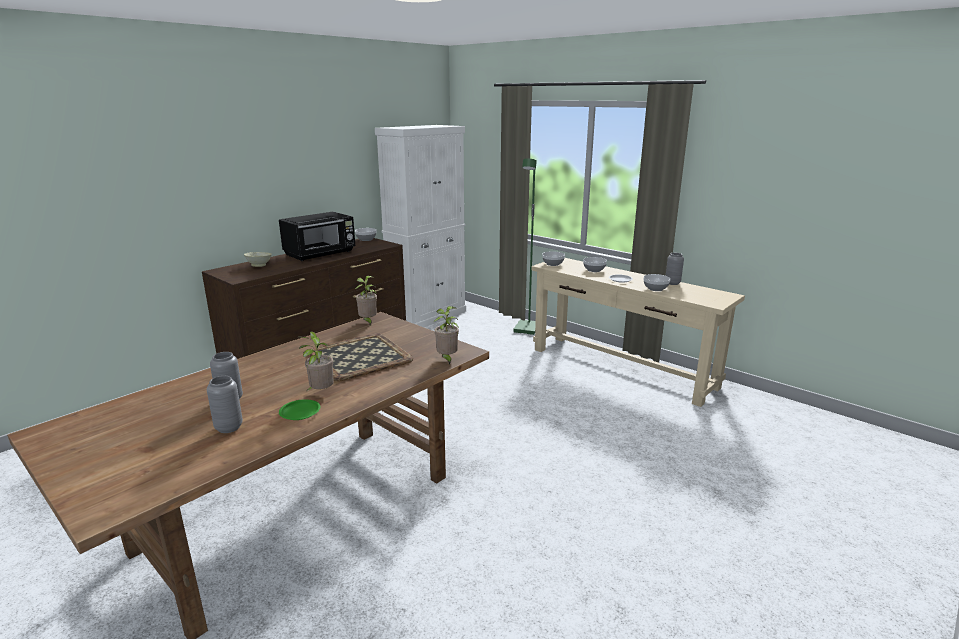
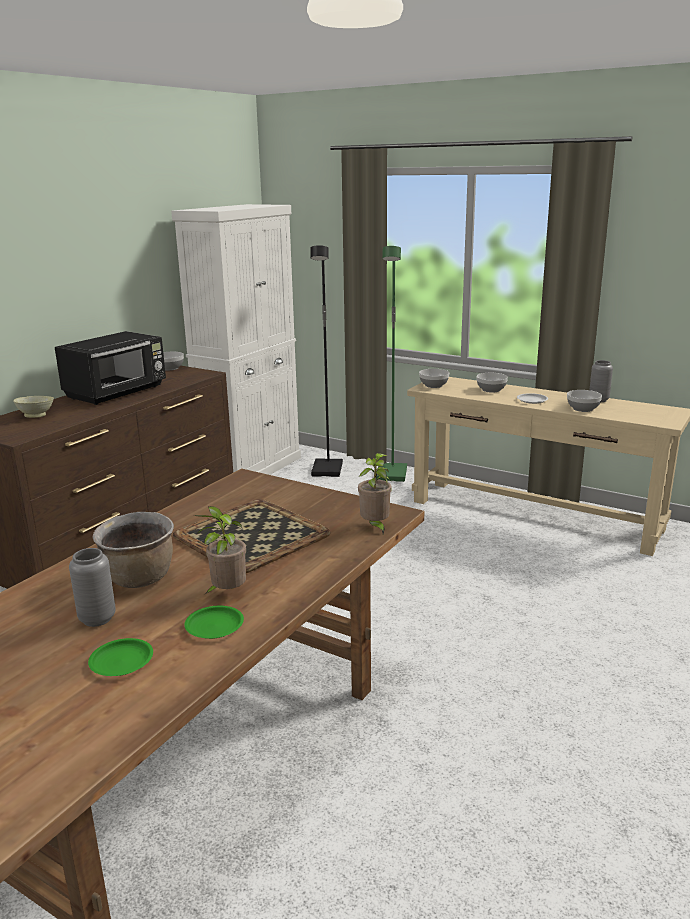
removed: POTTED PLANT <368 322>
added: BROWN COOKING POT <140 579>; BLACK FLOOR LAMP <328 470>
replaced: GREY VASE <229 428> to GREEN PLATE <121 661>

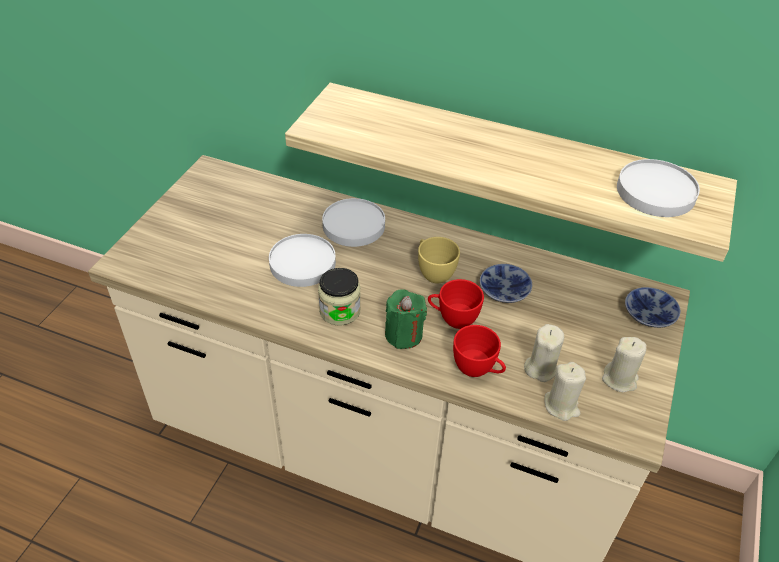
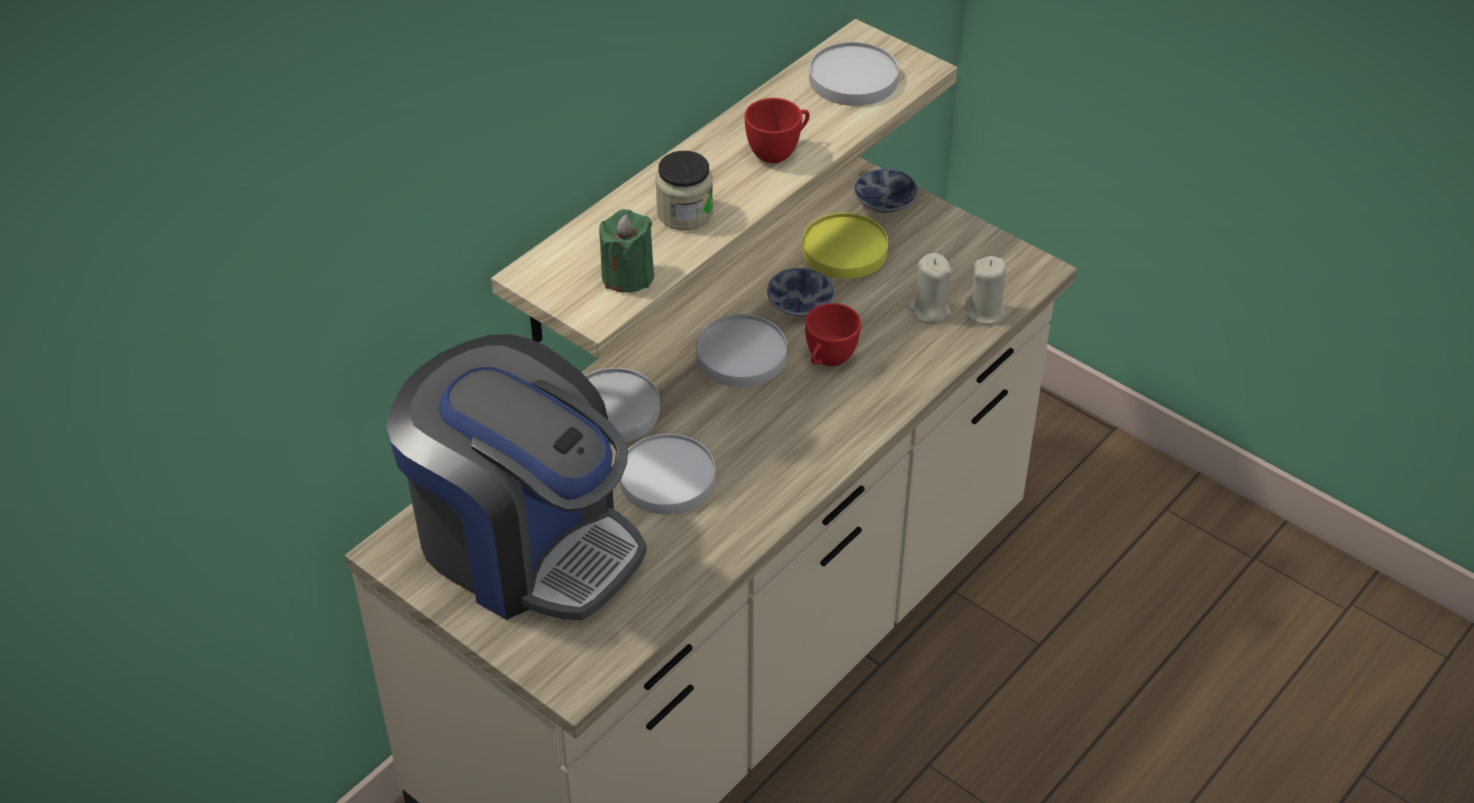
removed: BEIGE CANDLE <619 379>
added: COFFEE MACHINE <525 542>; YELLOW PLATE <844 250>
moved: JAR <340 311> to <685 213>; GREEN CANDLE <403 334> to <627 276>; RED CUP <477 370> to <778 151>
replaced: YELLOW CUP <433 272> to WHITE PLATE <741 355>

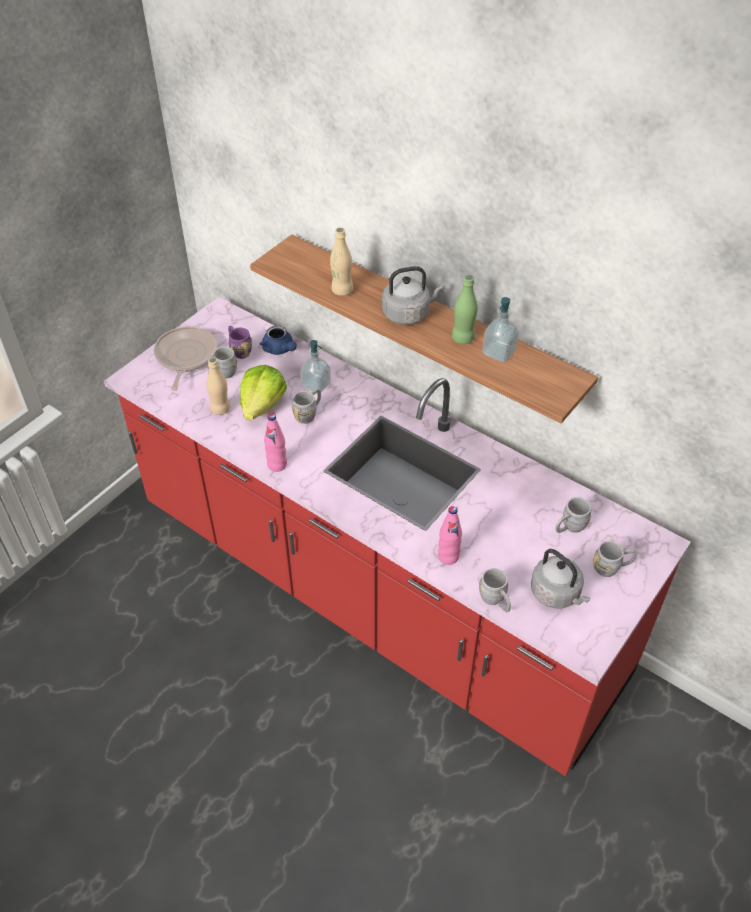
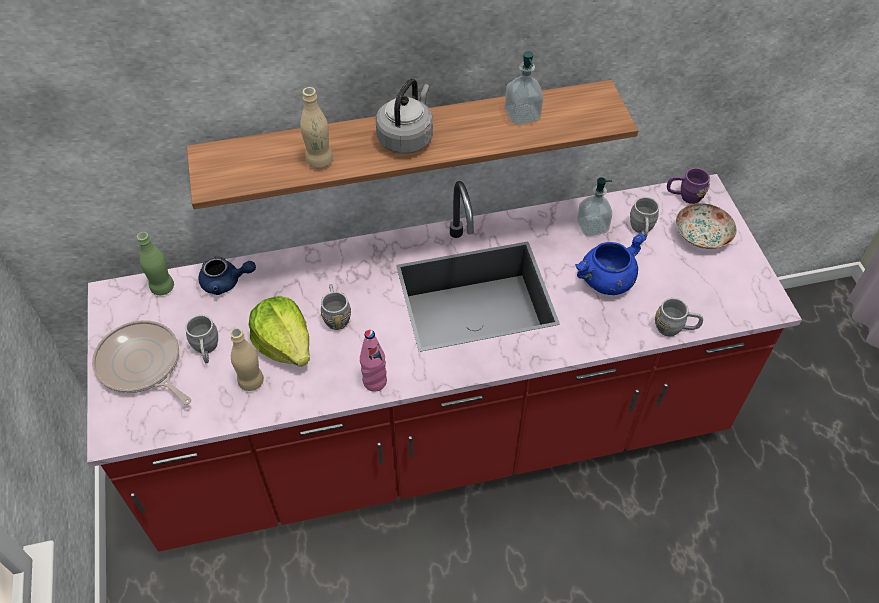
removed: PINK BOTTLE <448 556>; GREY KETTLE <557 594>
added: BLUE COOKING POT <606 281>
moved: PURPLE MUG <239 350> to <684 196>; SOAP DISPENSER <316 385> to <592 226>; GREEN BOTTLE <463 338> to <162 287>
replaced: GREY MUG <612 568> to PLATE <703 234>

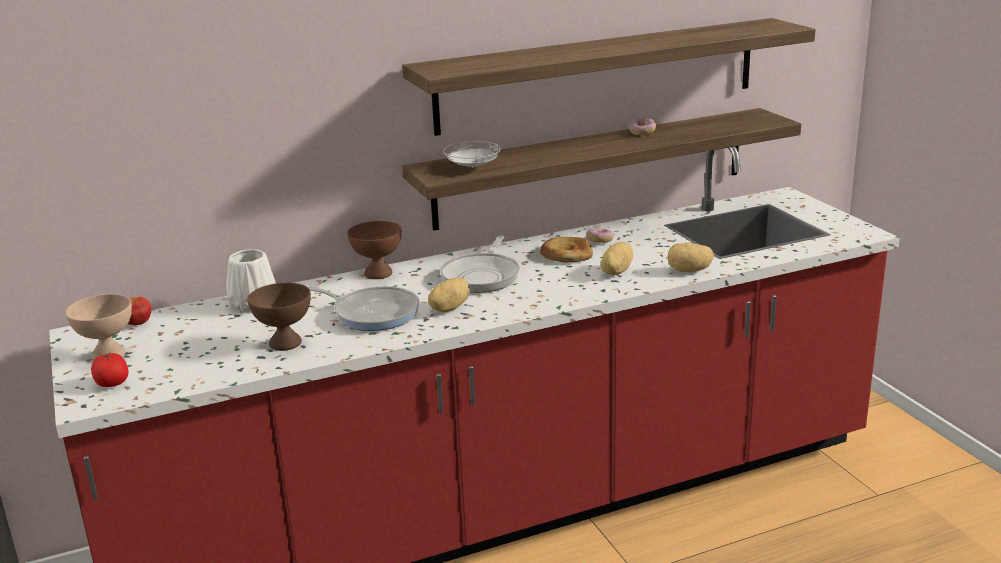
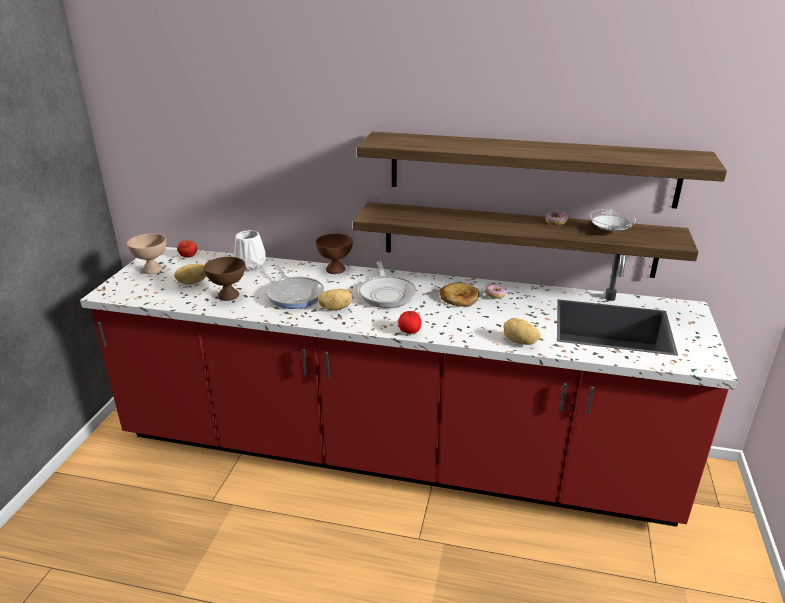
moved: TOMATO <112 383> to <409 331>; WHITE PLATE <472 167> to <610 231>; POTATO <615 272> to <193 282>
turned: FRYING PAN <482 276> = <387 293> 60 degrees counterclockwise

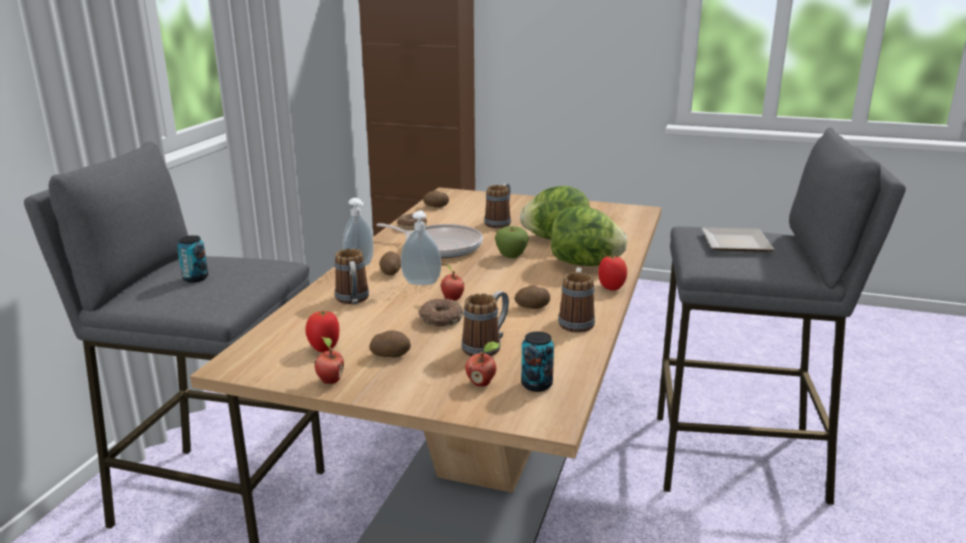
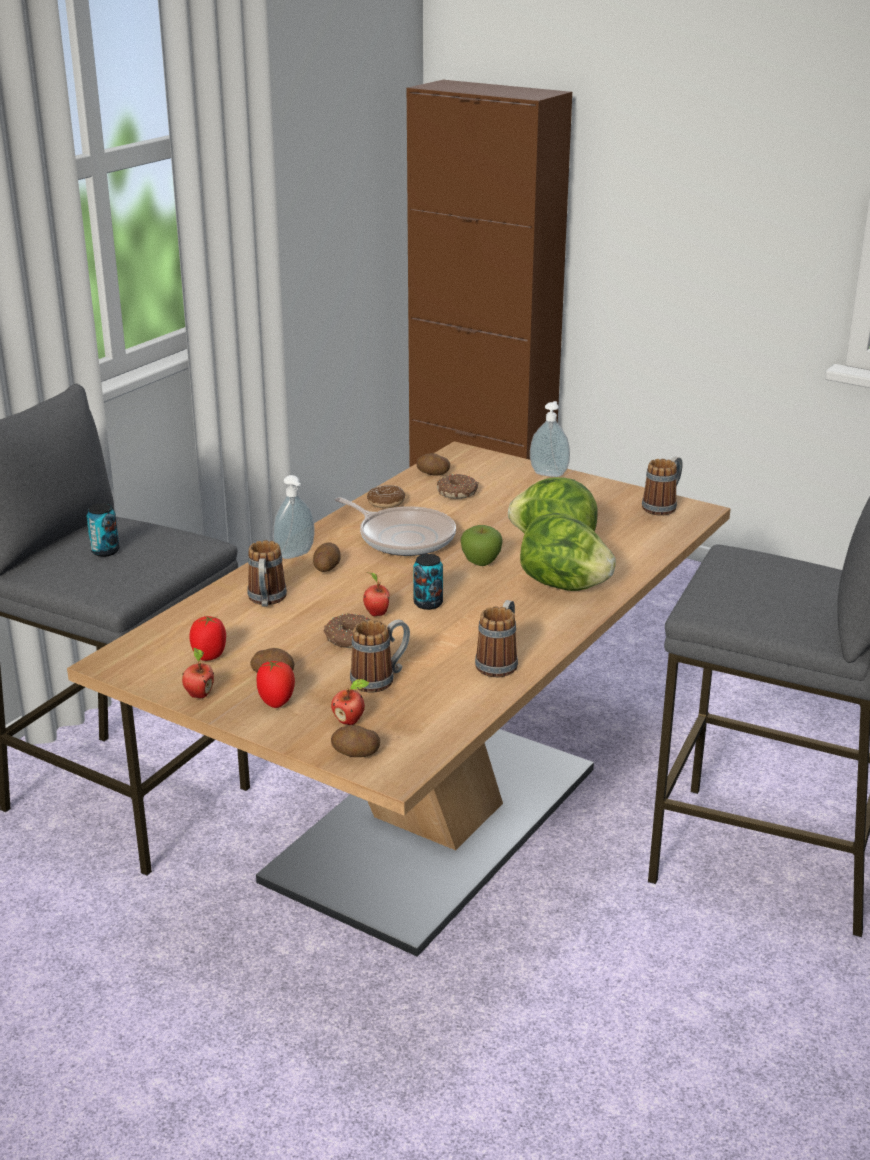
removed: PLATE <737 243>
added: DONUT <458 493>
moved: SOAP DISPENSER <422 282> to <549 473>; MUG <500 222> to <663 506>; POTATO <532 307> to <355 754>; CAN <536 385> to <428 603>; TOMATO <611 287> to <277 702>

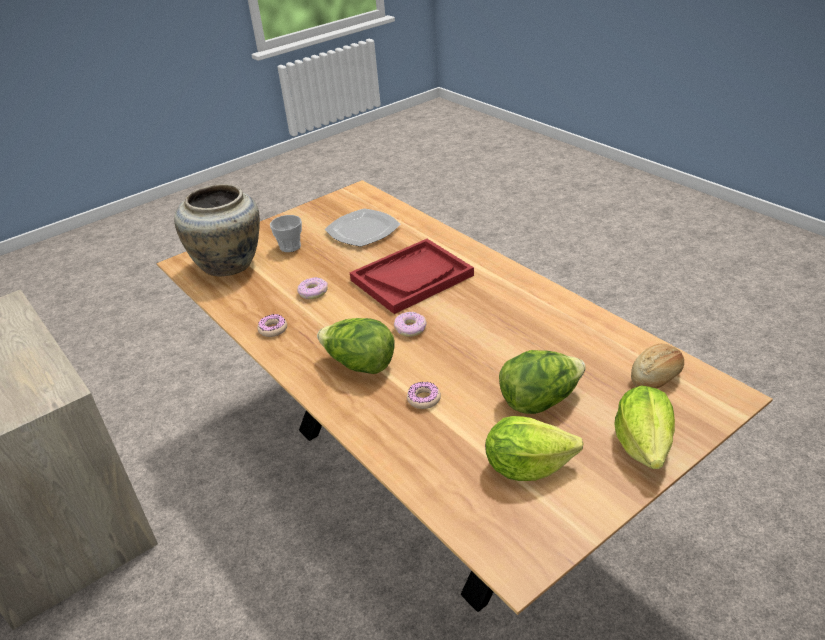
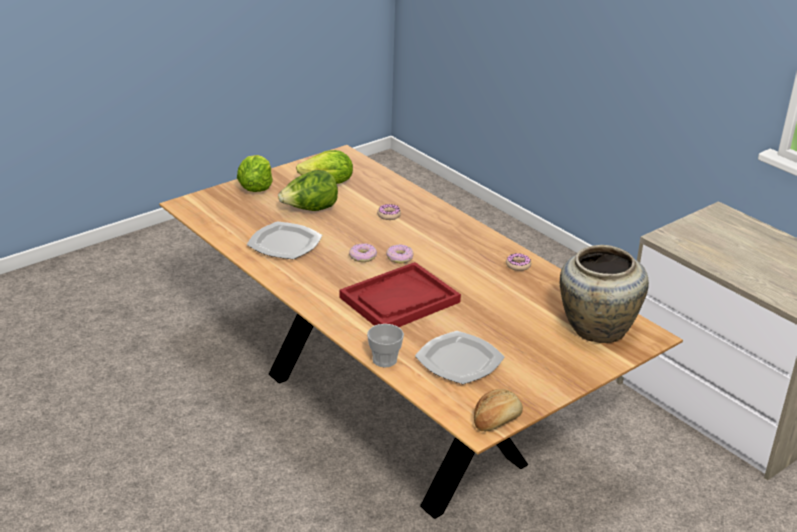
removed: LETTUCE <359 365>
added: PLATE <285 243>
moved: CUP <290 246> to <384 360>; DONUT <313 292> to <363 257>; BREAD <657 377> to <496 420>

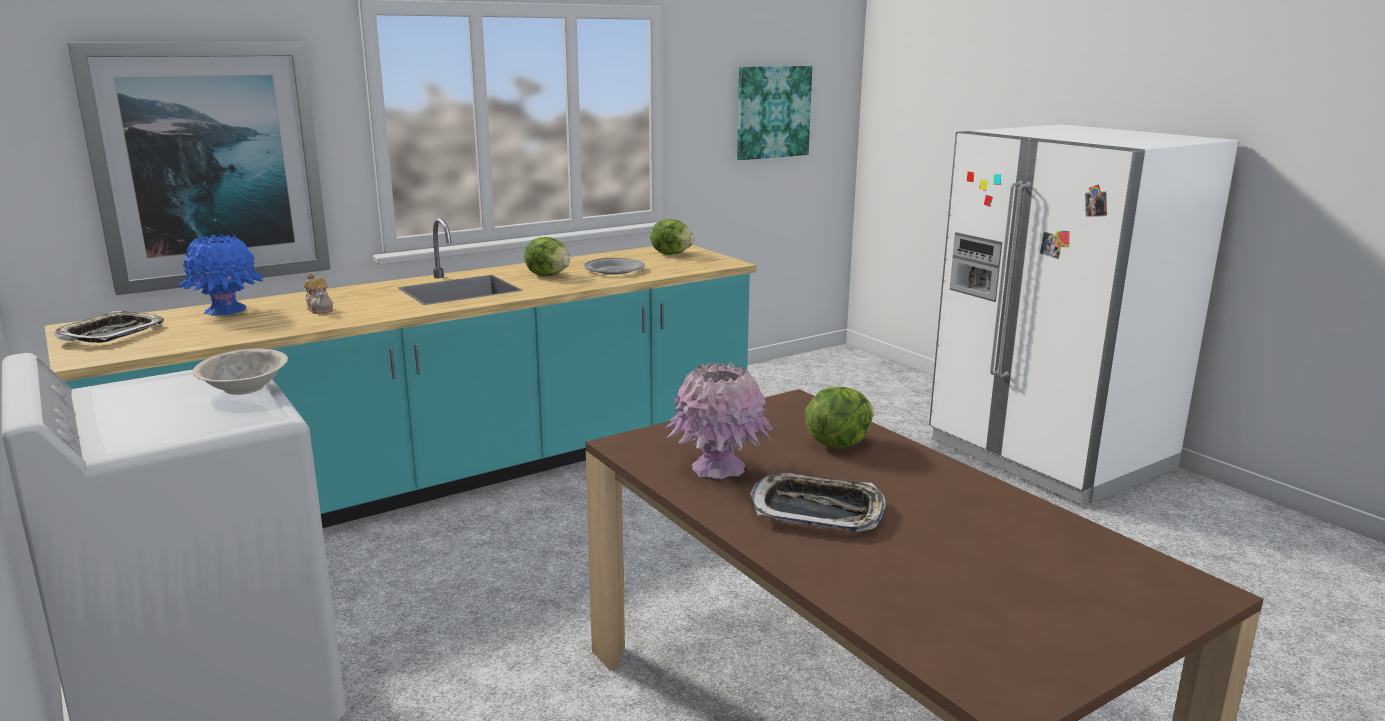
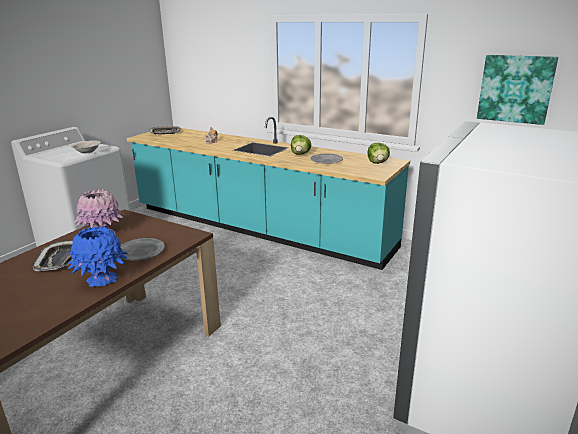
removed: PICTURE <208 164>
moved: BLUE VASE <226 311> to <102 280>
replaced: LETTUCE <837 443> to GREY PLATE <140 252>

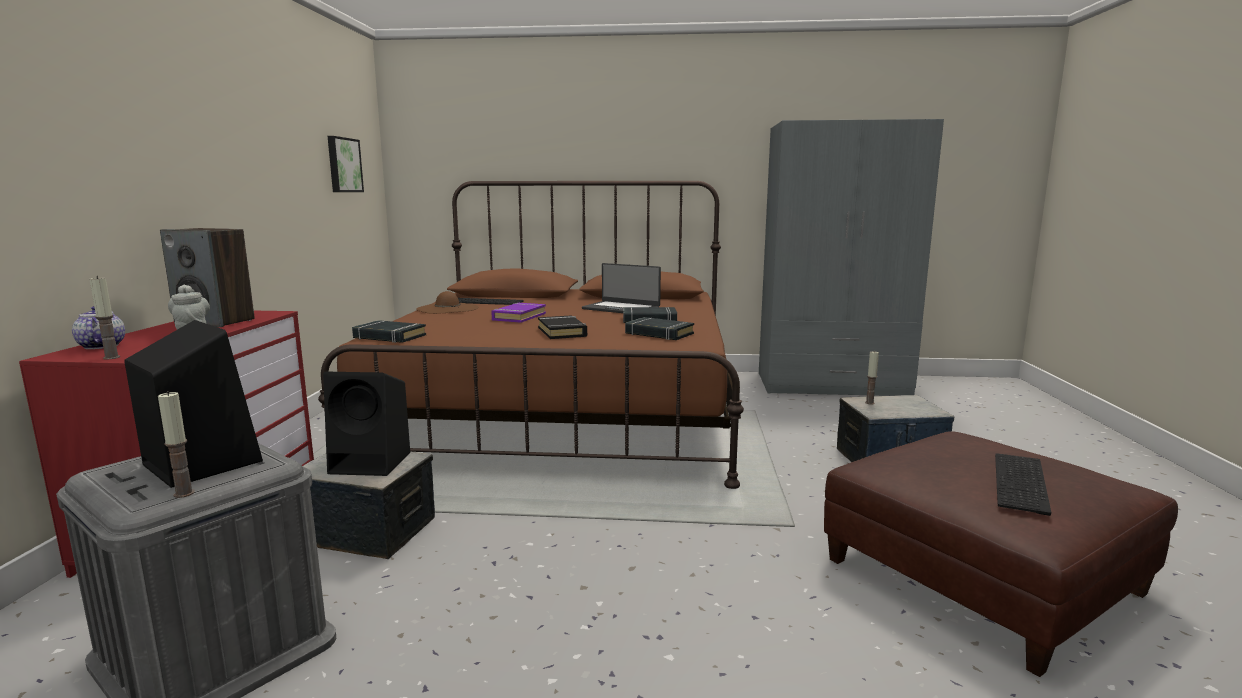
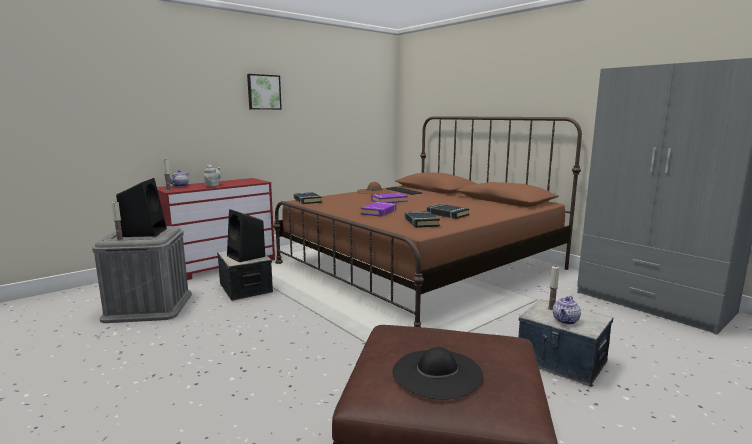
removed: SPEAKER <216 322>; LAPTOP <621 308>
added: TEAPOT <565 321>
moved: PICTURE <343 165> to <263 92>
replaced: KEYBOARD <1023 483> to BLACK HAT <437 373>
recoloured: BLACK BOOK <562 332> to PURPLE BOOK <379 212>

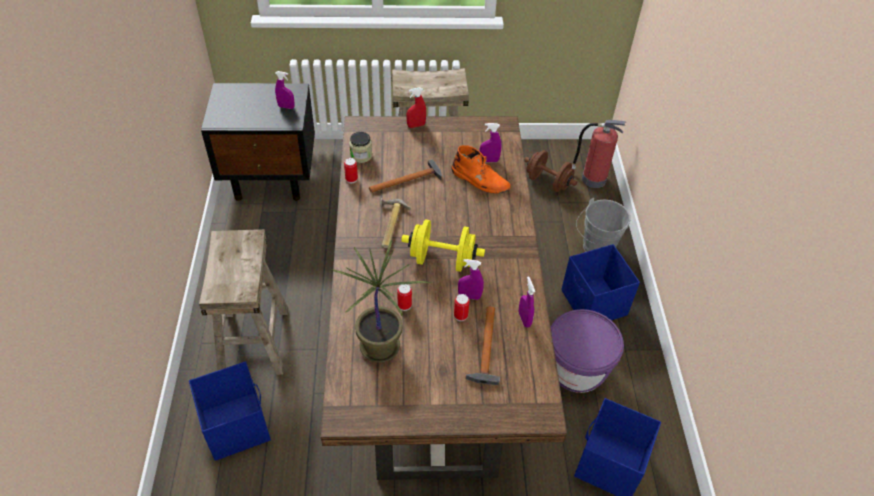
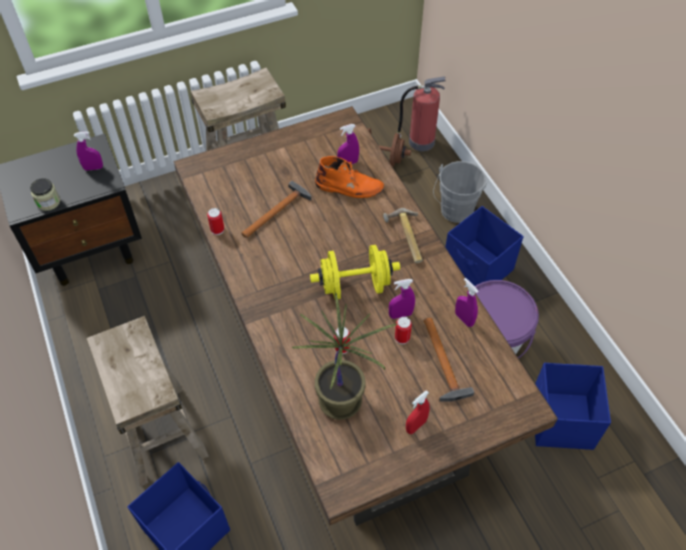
moved: JAR <361 156> to <48 202>; HAMMER <389 225> to <406 238>; RED SPRAY BOTTLE <416 125> to <416 425>

